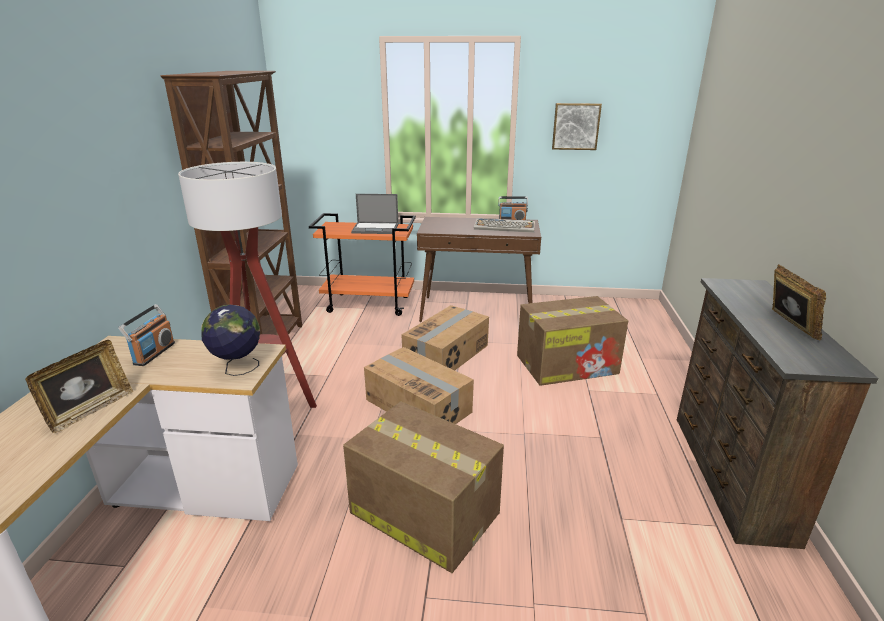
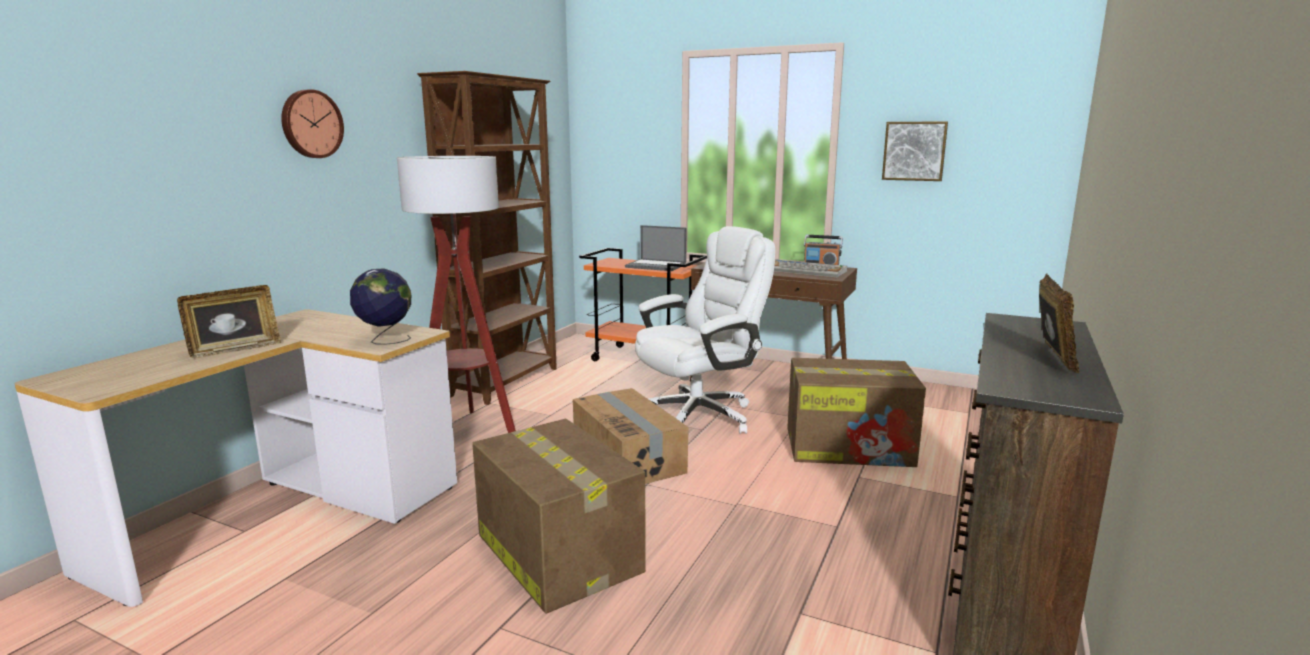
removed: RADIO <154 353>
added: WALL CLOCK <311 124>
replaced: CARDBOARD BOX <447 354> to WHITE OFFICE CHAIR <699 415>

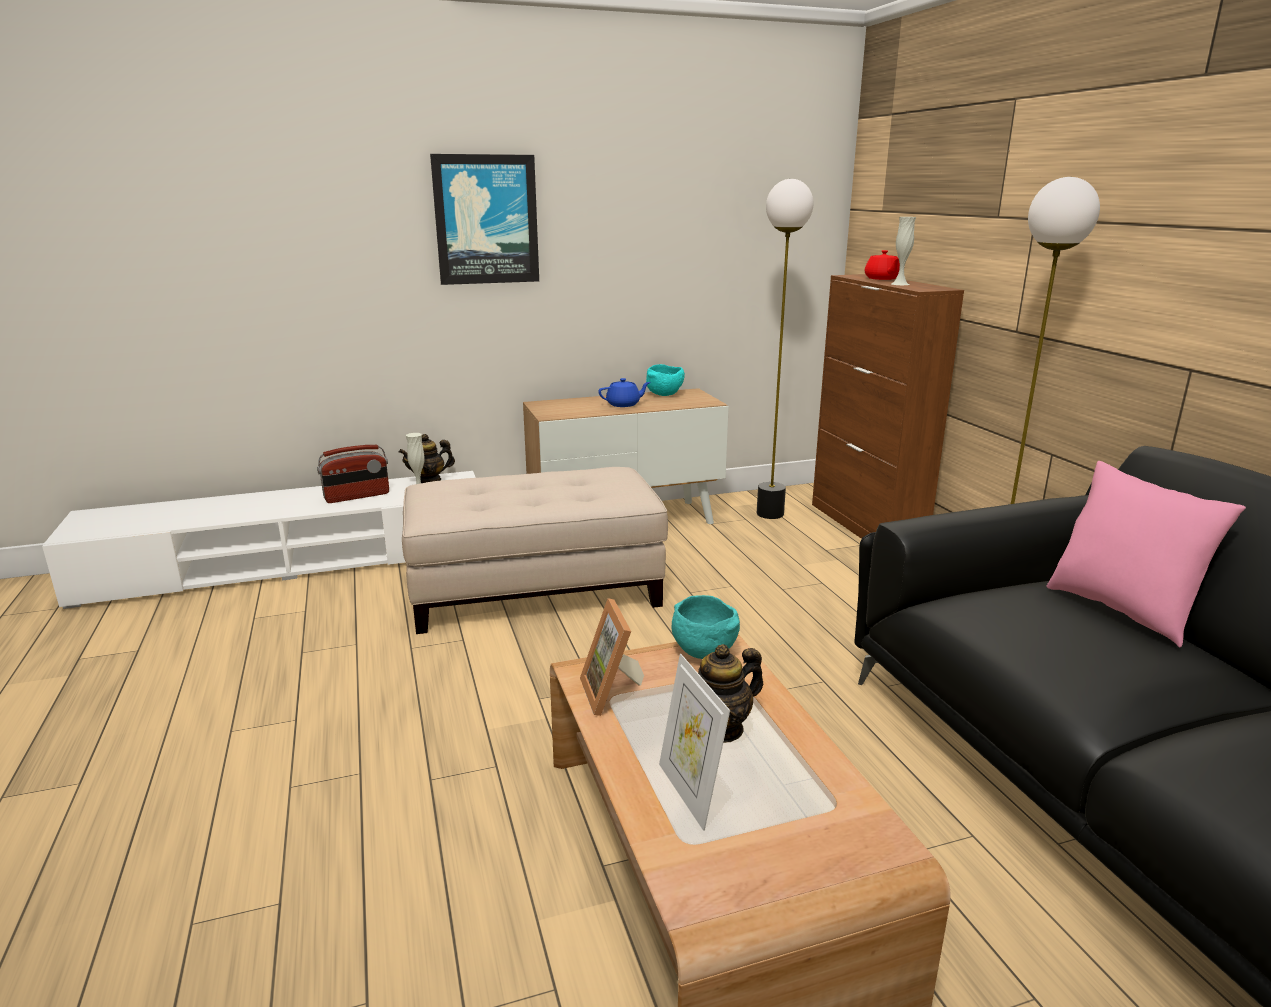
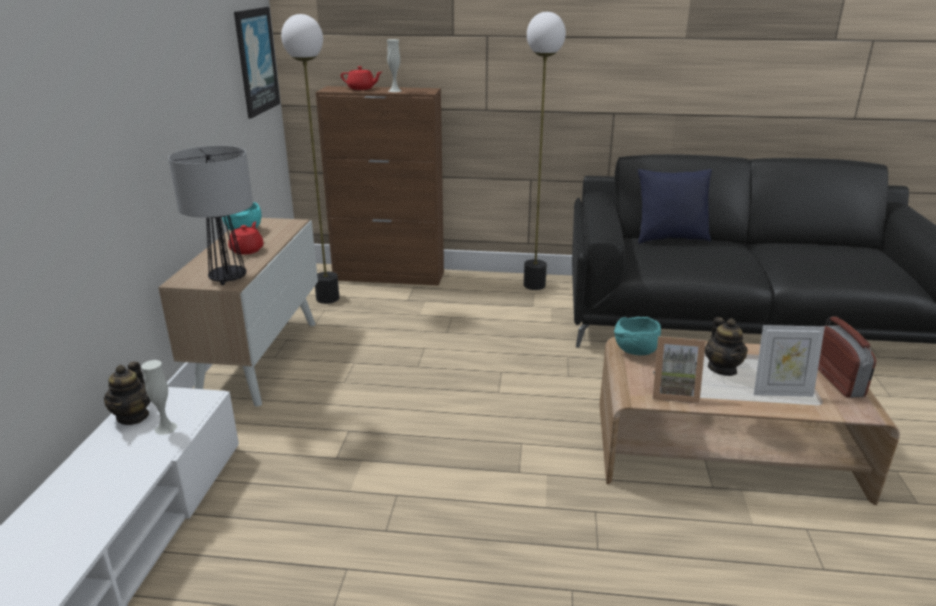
removed: BEIGE OTTOMAN <535 589>
added: TABLE LAMP <227 278>
moved: RADIO <357 496> to <837 379>; PICTURE <486 220> to <256 61>
recoloured: BLUE TEAPOT <624 404> to RED TEAPOT <247 250>; PINK PILLOW <1121 610> to BLUE PILLOW <670 238>

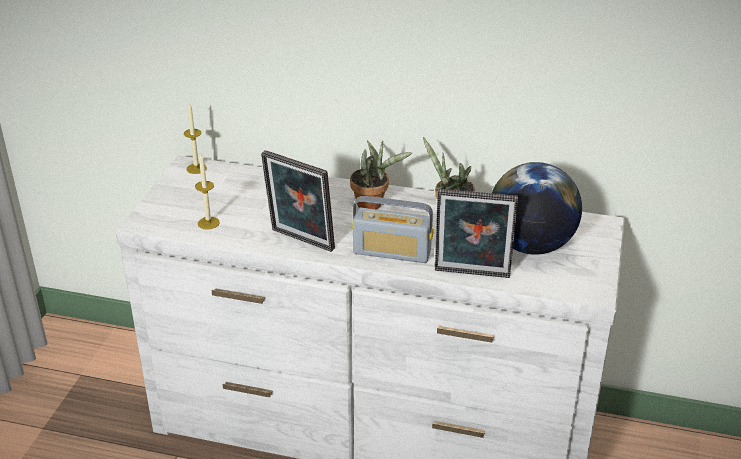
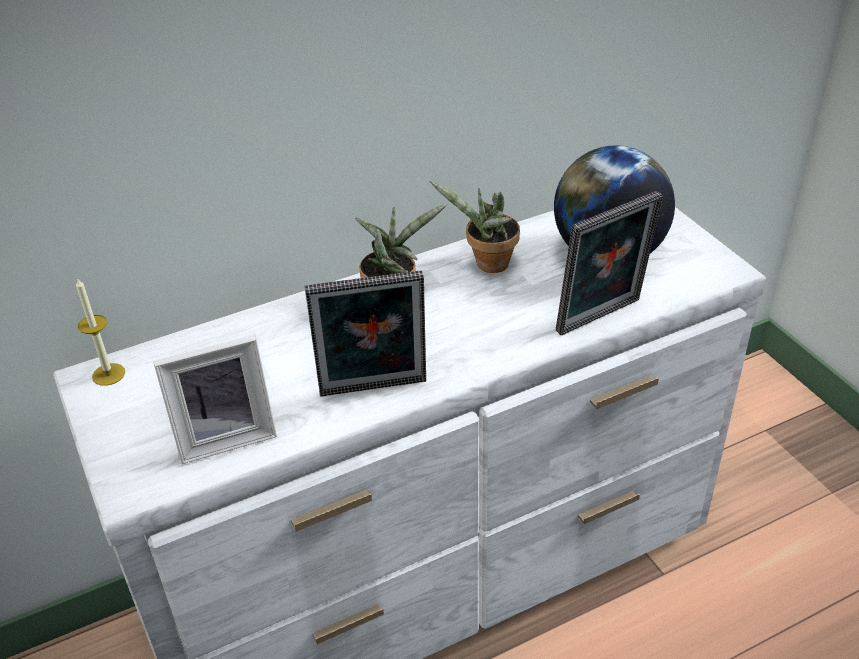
removed: RADIO <392 252>
replaced: CANDLE <208 223> to PICTURE FRAME <225 436>

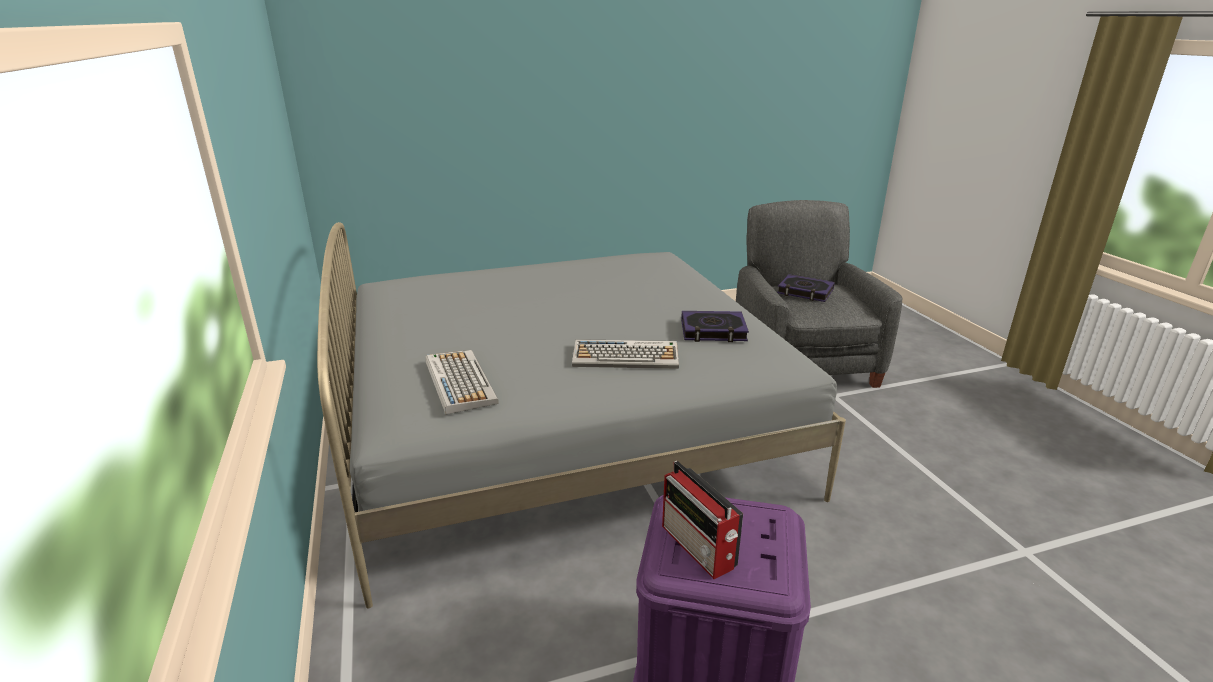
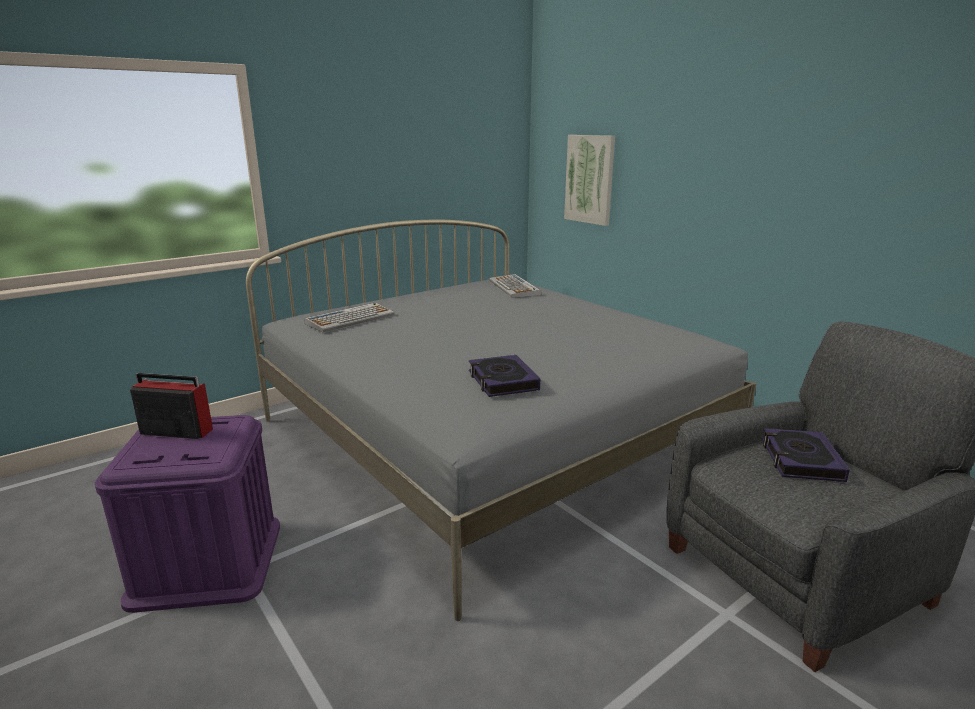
added: PICTURE <590 179>
moved: KEYBOARD <626 356> to <514 288>
turned: RADIO <699 548> = <175 431> 60 degrees clockwise

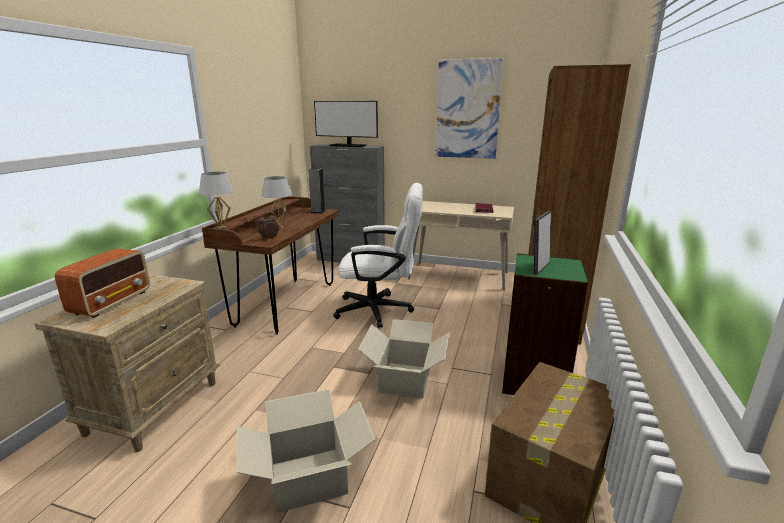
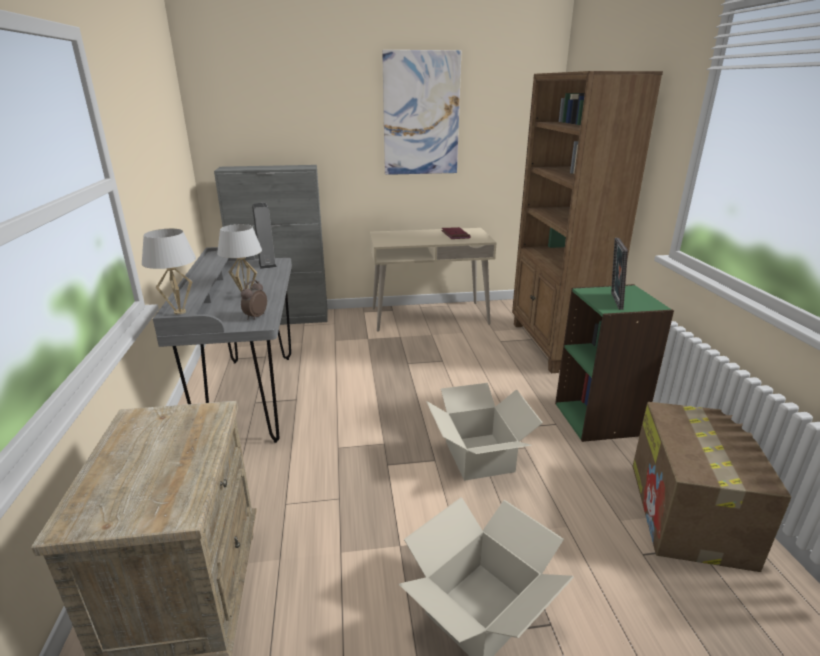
removed: RADIO <112 302>; MONITOR <348 146>; WHITE OFFICE CHAIR <381 310>
recoloured: BROWN DESK <286 304> to GREY DESK <251 397>

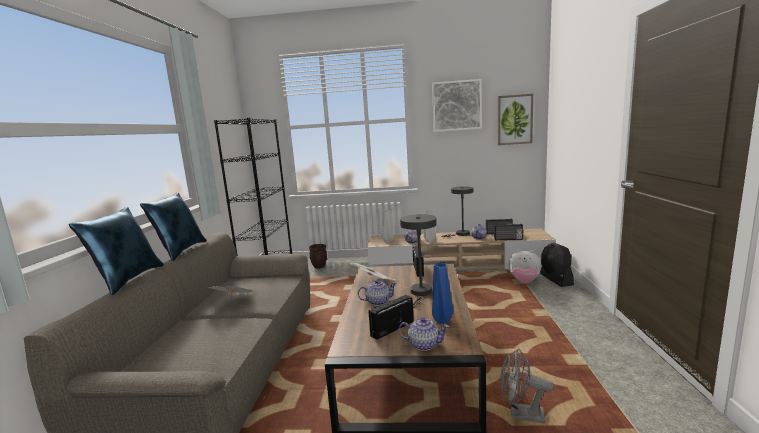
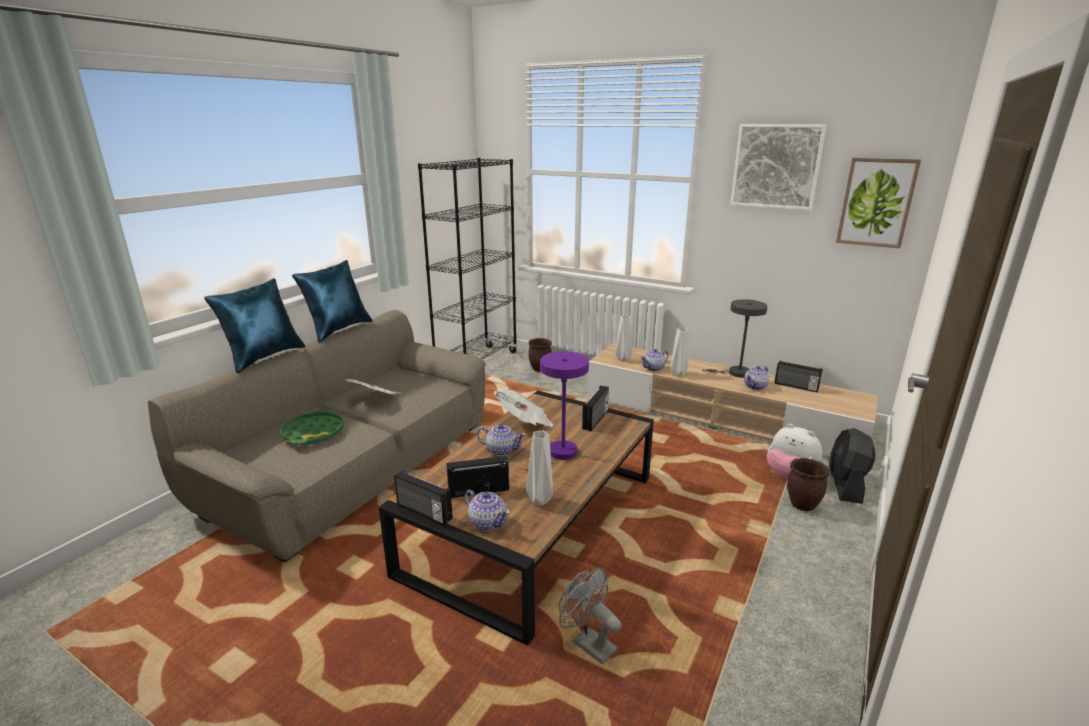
added: GREEN TRAY <313 433>; BROWN PLANTER <802 505>
moved: RADIO <508 239> to <423 512>
recoloured: GREY TABLE LAMP <421 293> to PURPLE TABLE LAMP <559 454>; BLUE VASE <441 320> to GREY VASE <540 499>

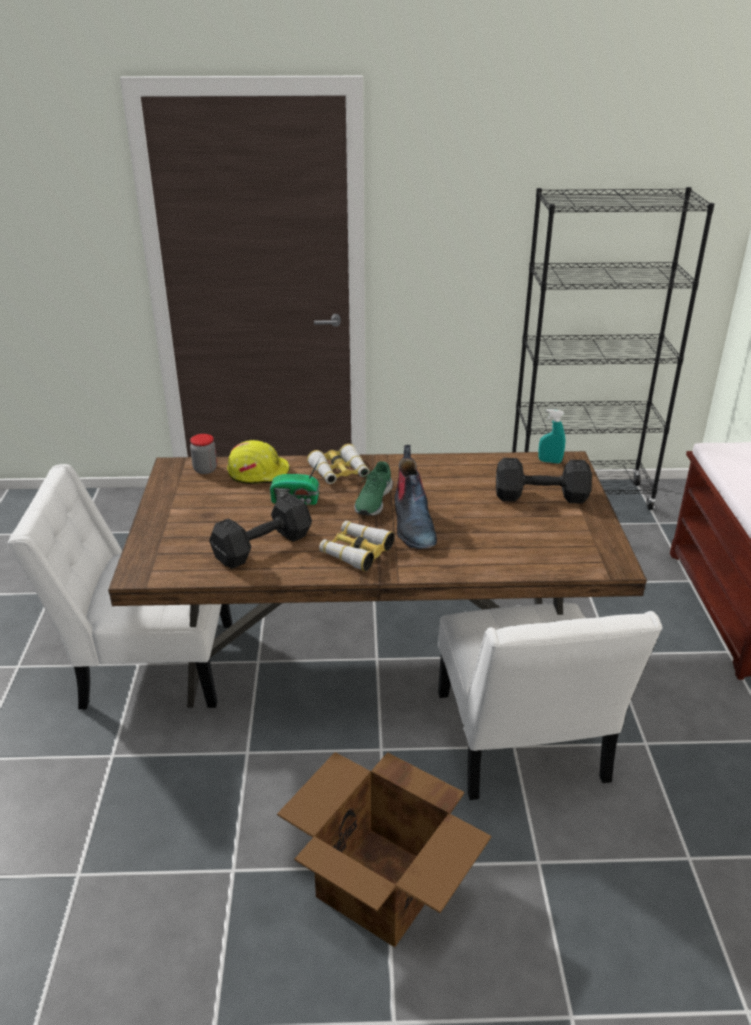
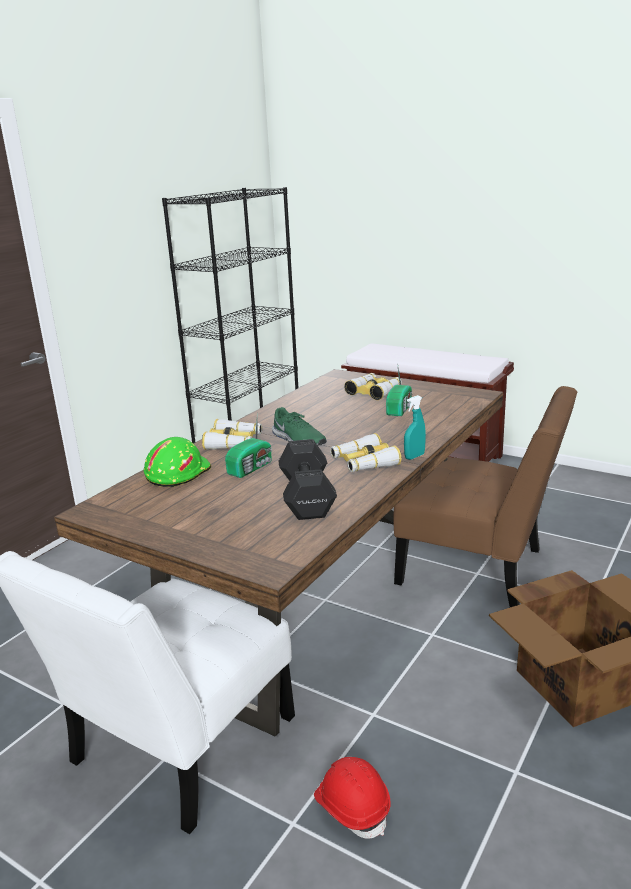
removed: JAR <205 469>; BOOT <412 525>
added: RED HARD HAT <352 807>; RADIO <400 409>
moved: TURQUOISE SPRAY BOTTLE <549 461> to <414 456>
replaced: BLACK DUMBBELL <543 497> to BINOCULARS <374 392>
recoloured: YELLOW HARD HAT <259 472> to GREEN HARD HAT <177 473>; WHITE CHAIR <522 745> to BROWN CHAIR <479 569>

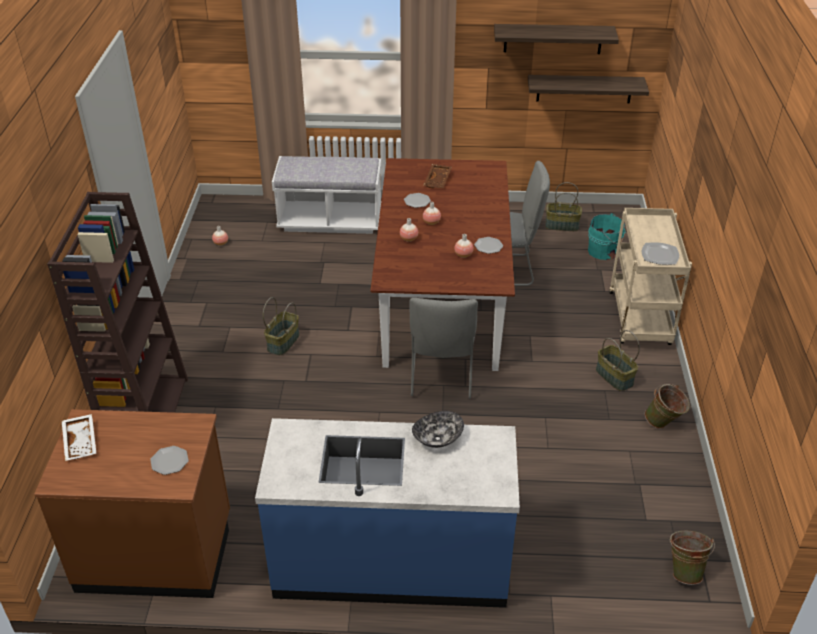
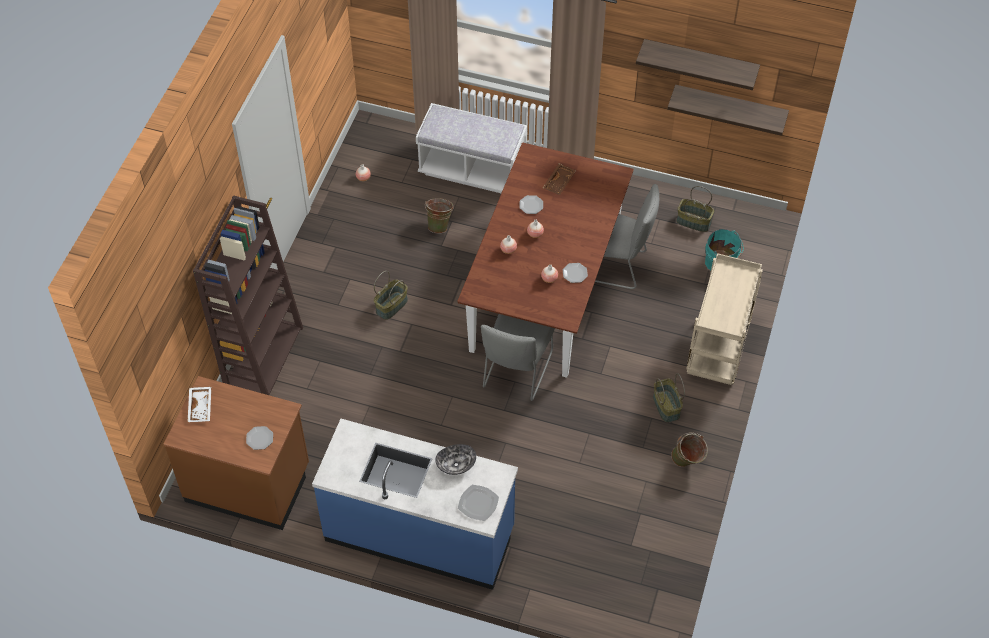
moved: PLATE <659 255> to <477 504>; GREEN BUCKET <684 570> to <439 225>

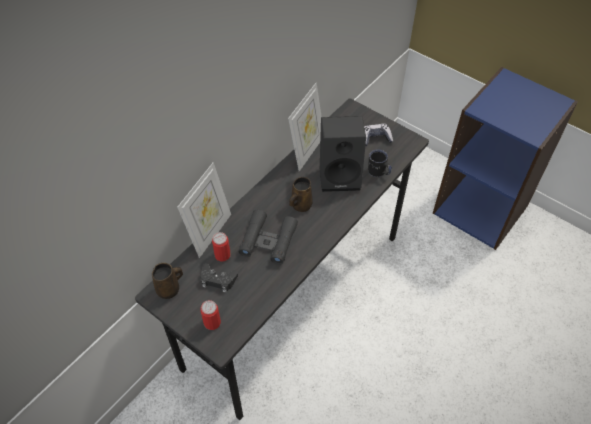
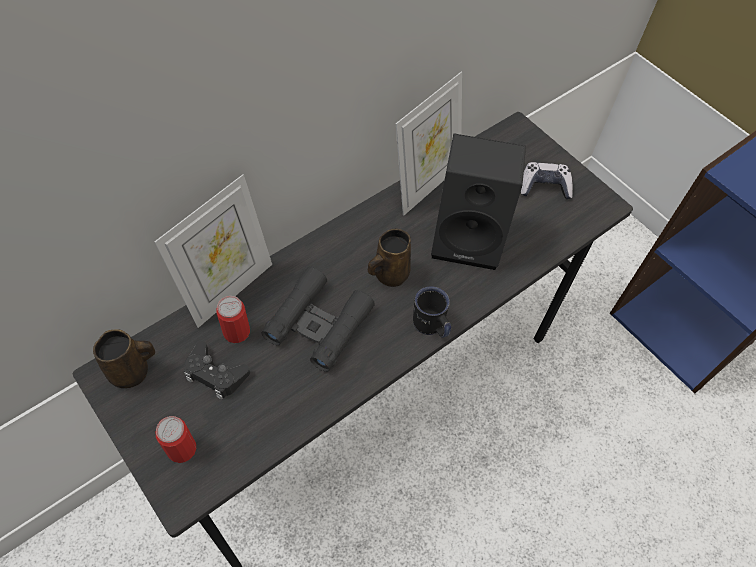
moved: BLACK MUG <378 173> to <431 327>

